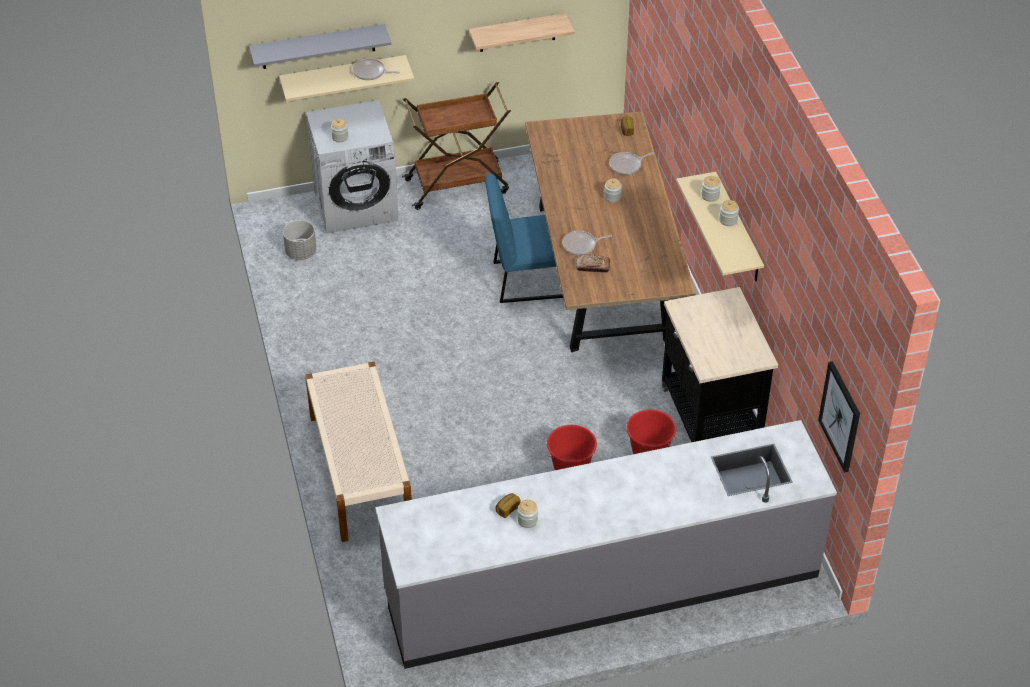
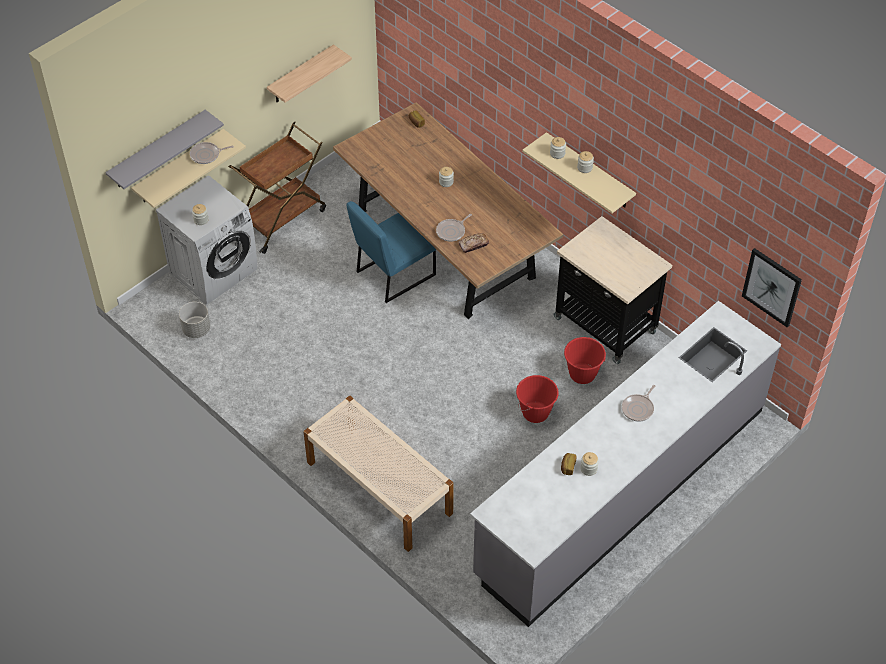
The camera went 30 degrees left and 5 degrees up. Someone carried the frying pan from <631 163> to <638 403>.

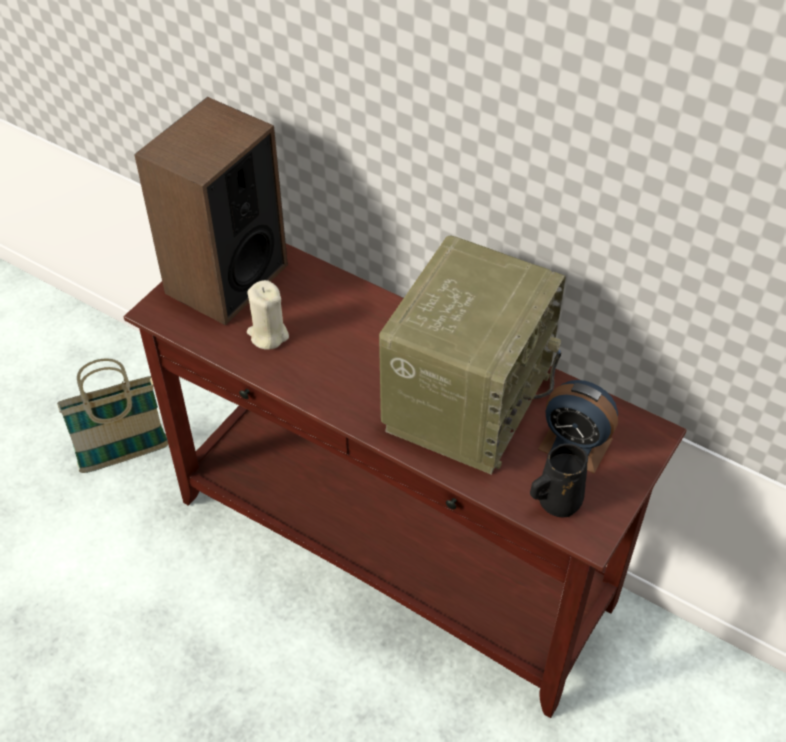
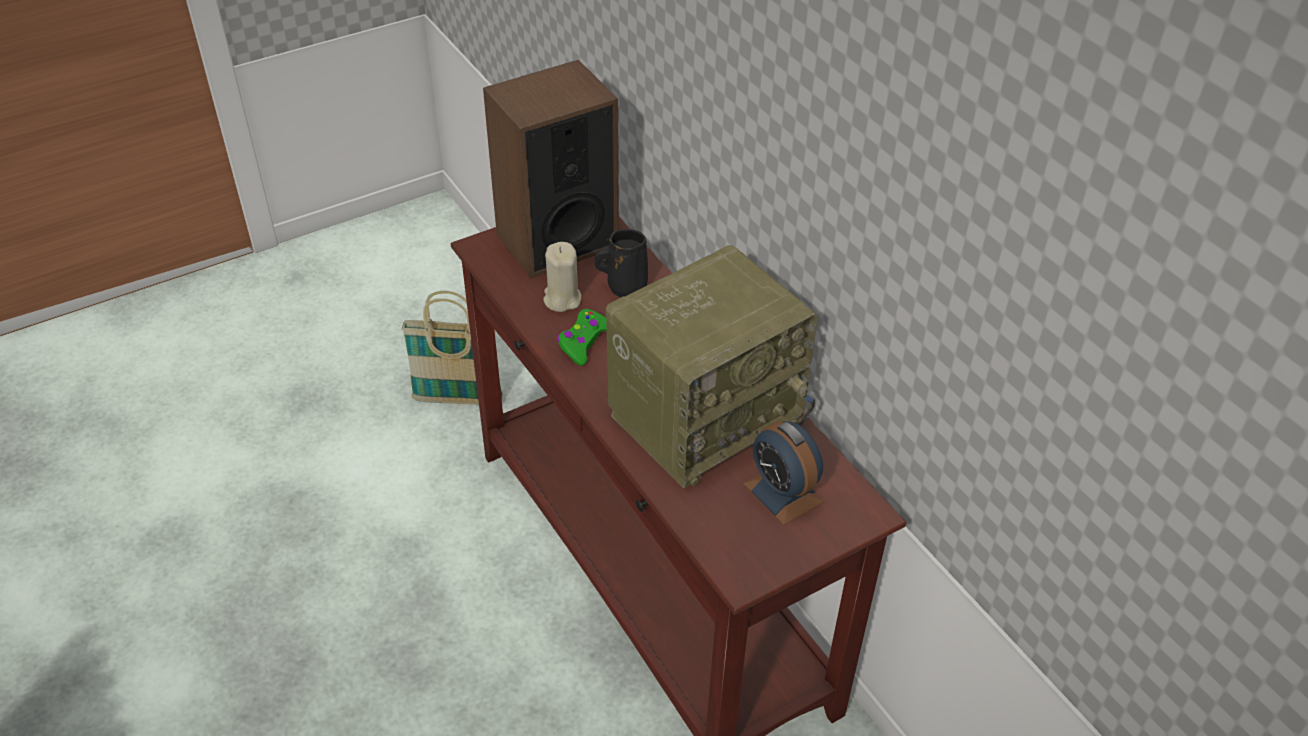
The camera went 25 degrees right and 5 degrees down. Someone put down the game controller (green) at <582 337>. Someone carried the mug (black) from <559 480> to <621 263>.

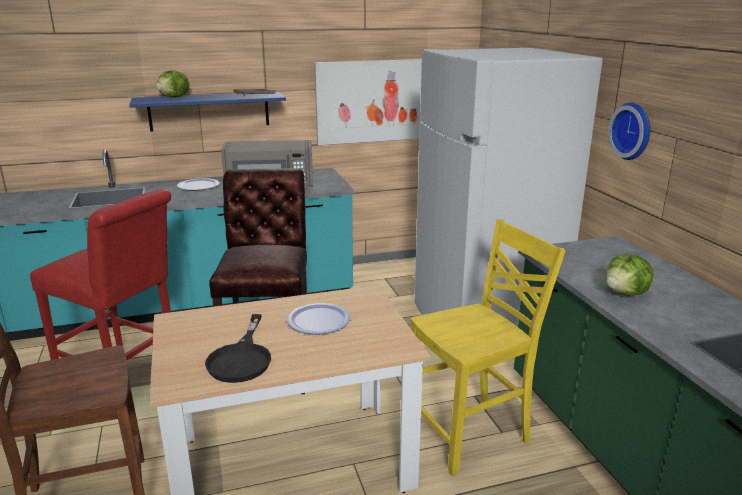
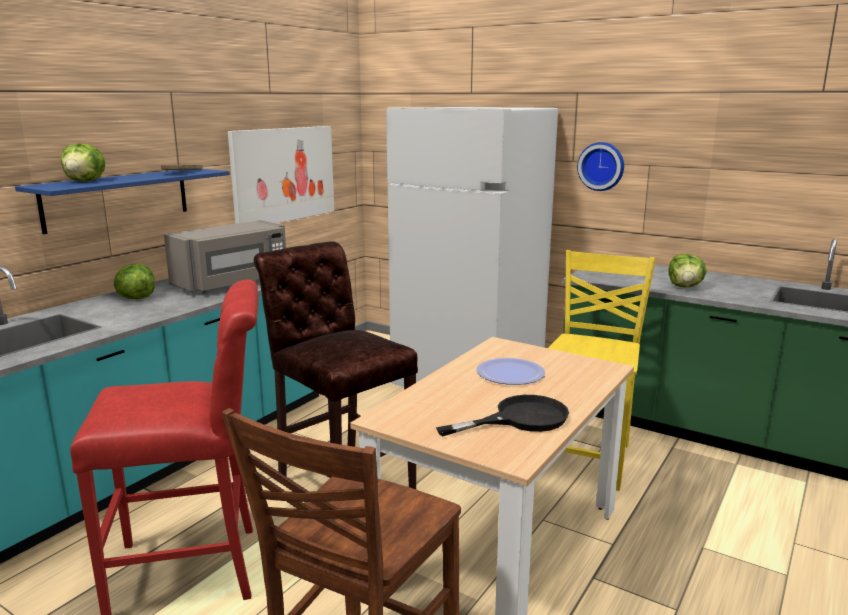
The camera went 40 degrees left and 5 degrees down. Someone swapped the plate at <198 184> for the lettuce at <134 281>. Someone rotated the frying pan (black) at <238 348> by 75 degrees counterclockwise.

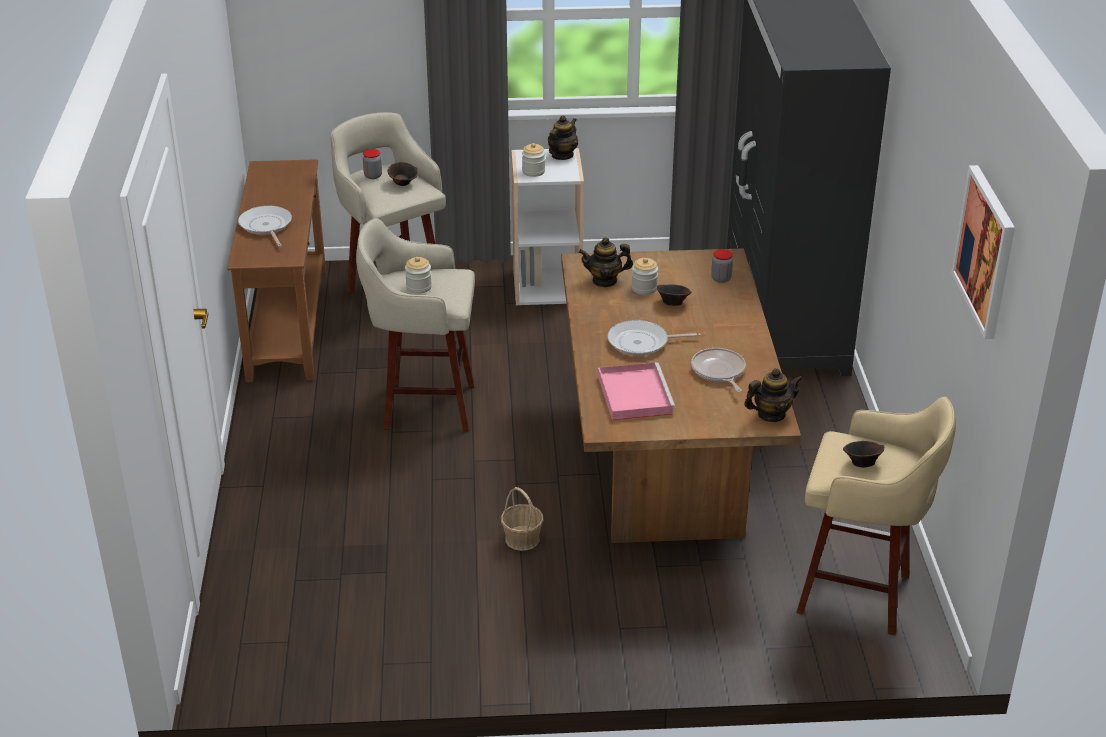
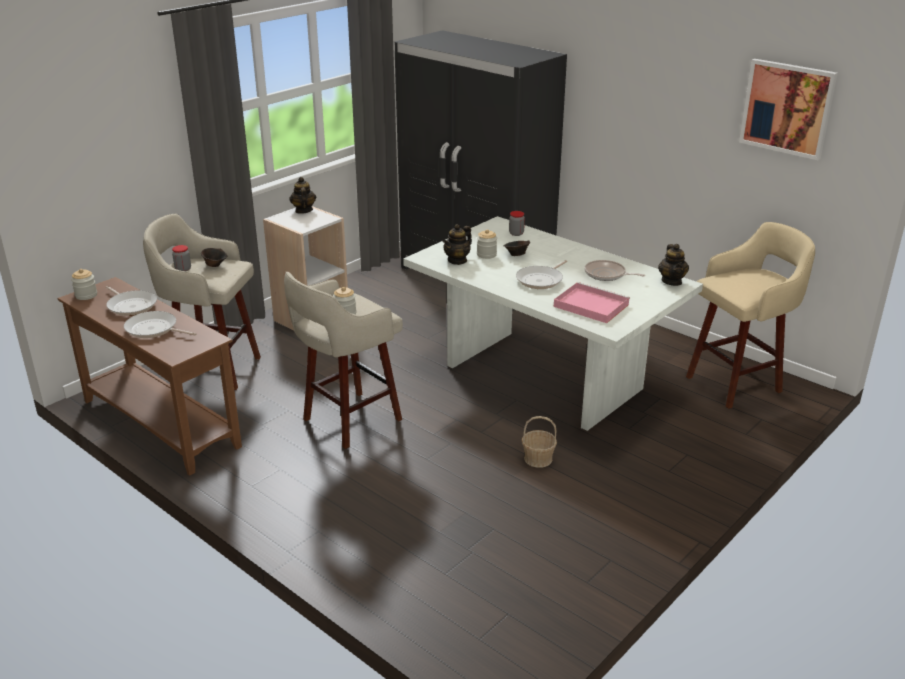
The camera went 45 degrees left and 5 degrees down. Someone carried the jar from <533 160> to <84 284>. Someone put down the frying pan at <131 301>. Someone repainted the dining table (brown) at <681 395>, which became the dining table (white) at <553 323>. Someone rotated the teapot at <773 395> by 150 degrees clockwise. Someone took away the bowl (brown) at <863 454>.

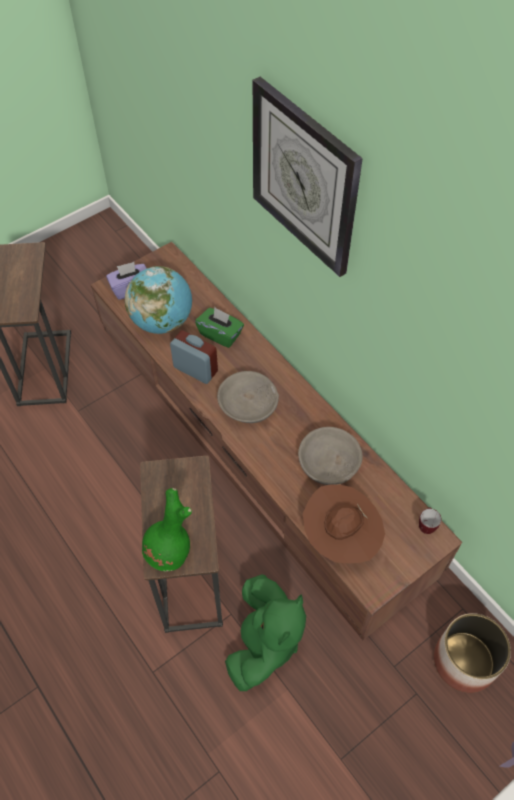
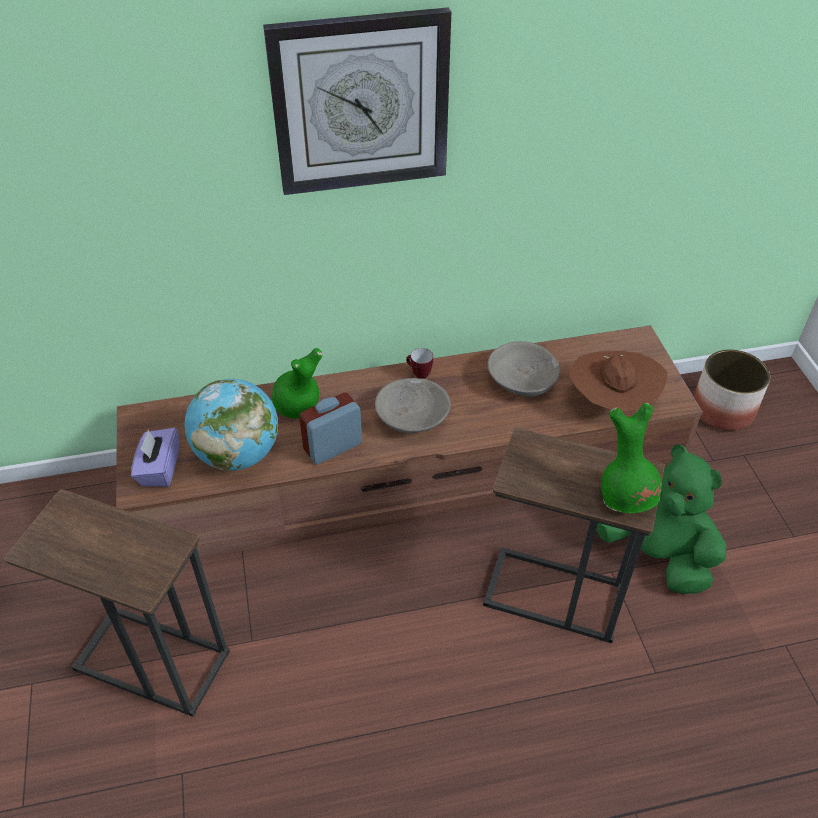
The camera went 65 degrees left and 10 degrees down. Someone swapped the tissue box (green) at <219 327> for the vase (green) at <297 383>. Someone carried the mug from <430 520> to <419 363>.

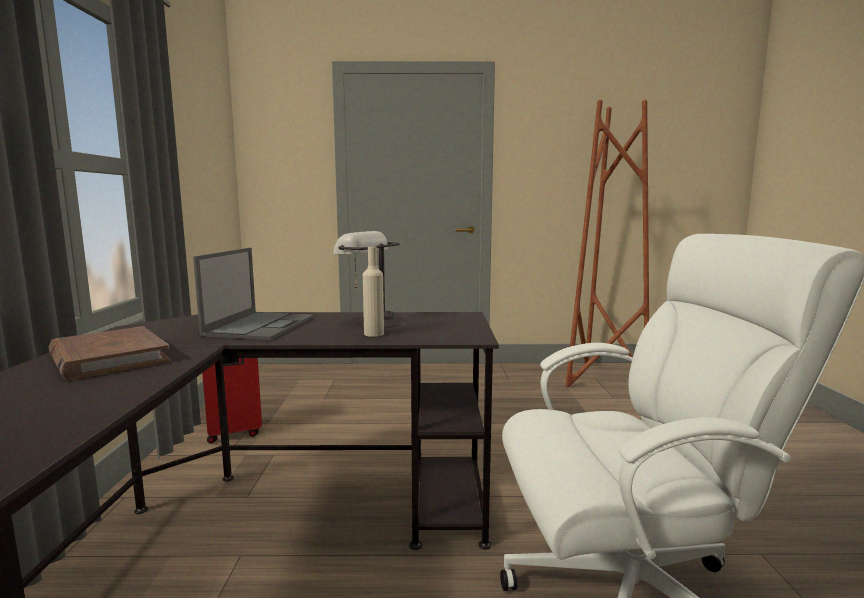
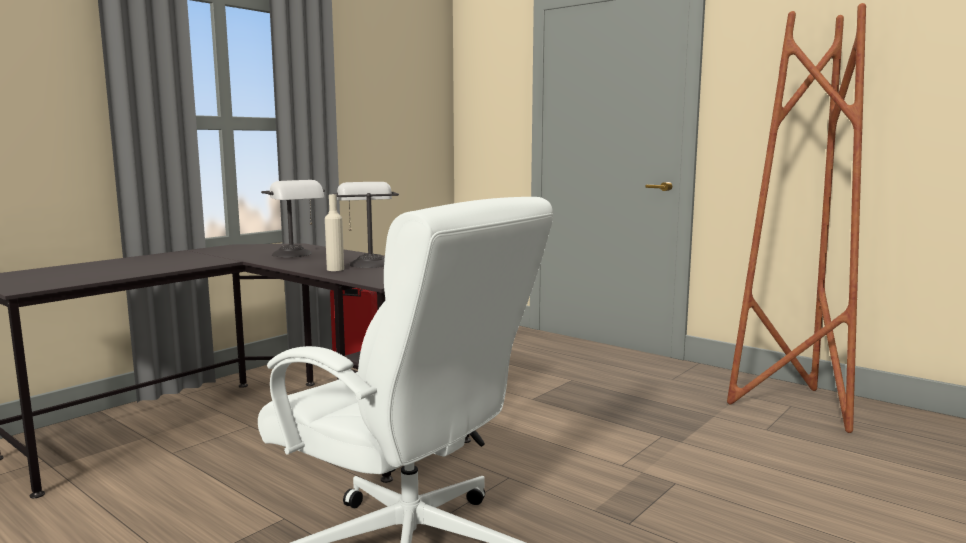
The camera went 40 degrees right and 0 degrees up. Someone swapped the laptop at <253 294> for the table lamp at <293 218>. Someone took away the book (brown) at <109 353>.

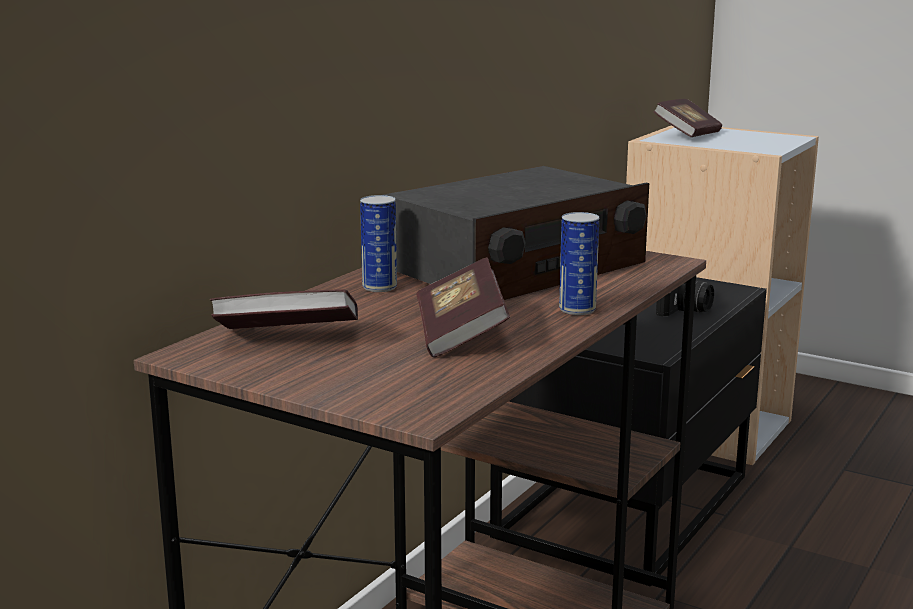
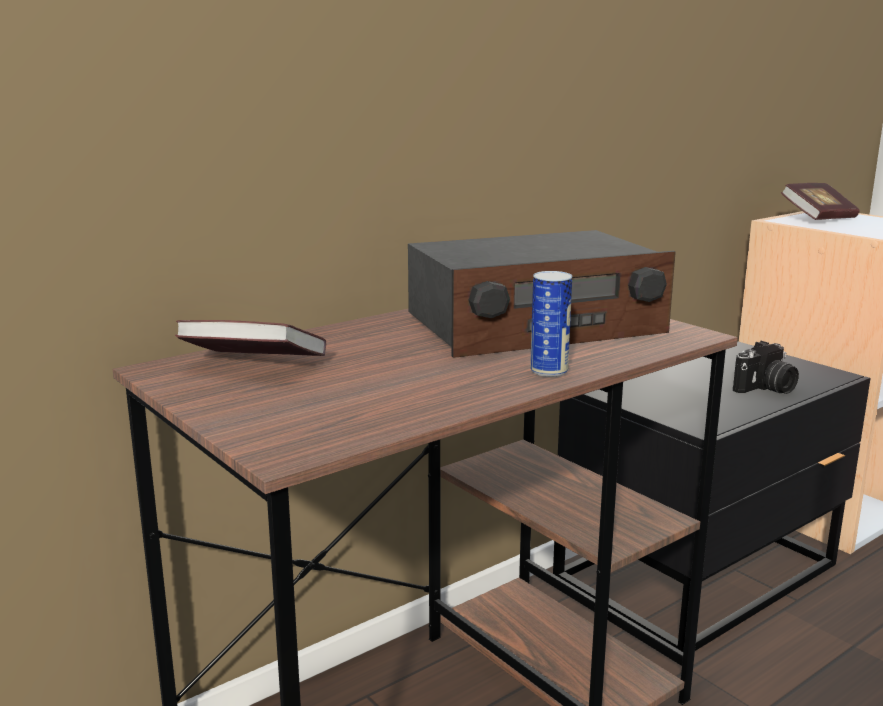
The camera went 20 degrees right and 0 degrees up. Someone took away the can at <378 243>. Someone took away the book at <463 307>.

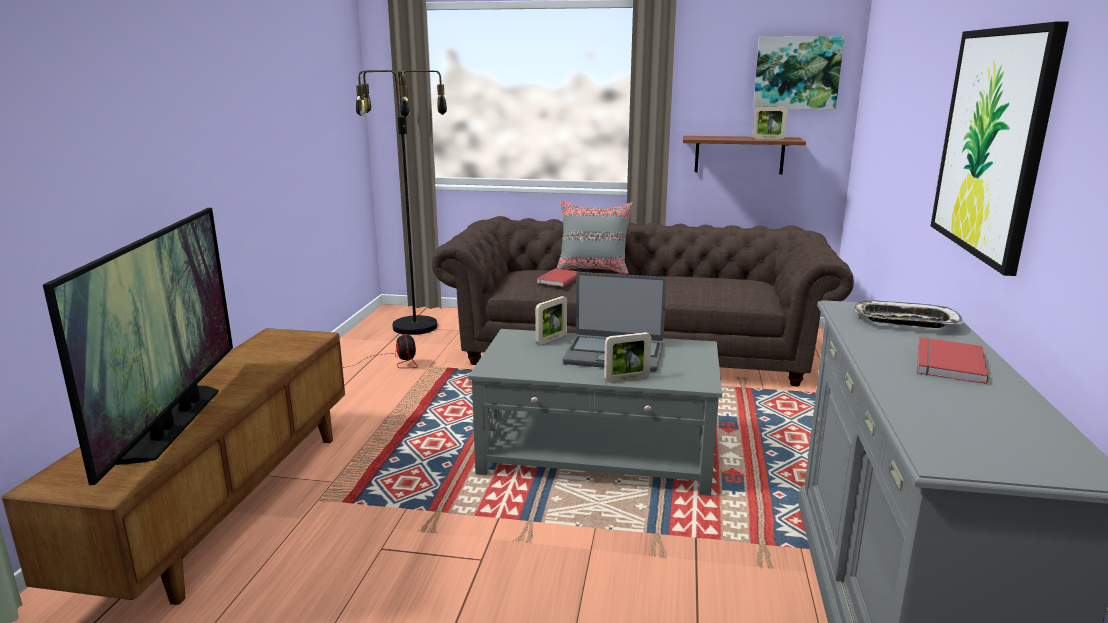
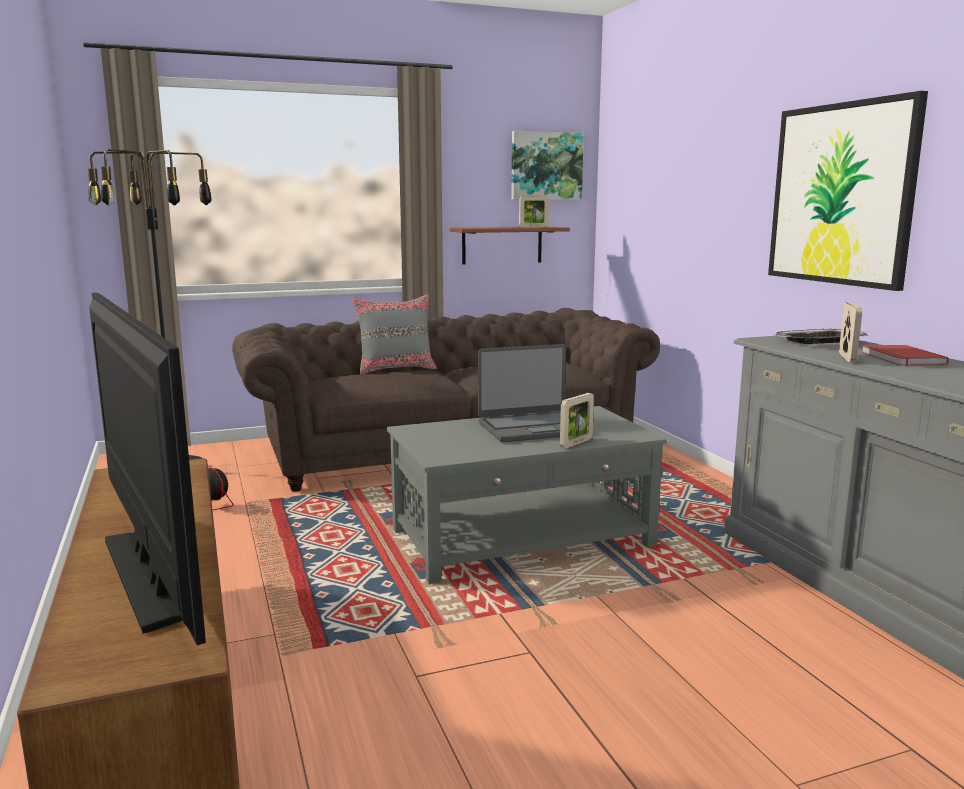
The camera went 30 degrees left and 5 degrees down. Someone carried the picture frame from <551 320> to <850 332>. Someone took away the book (red) at <558 278>.

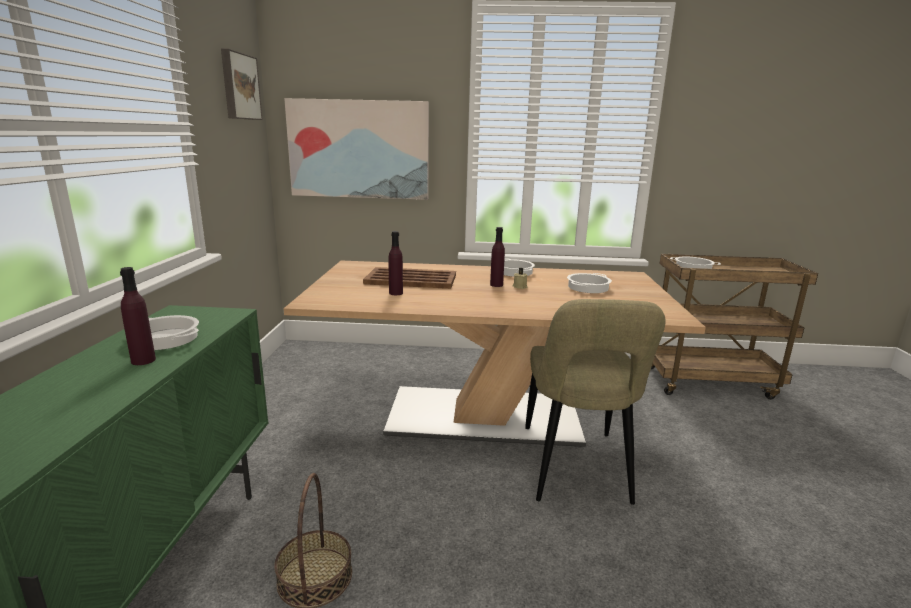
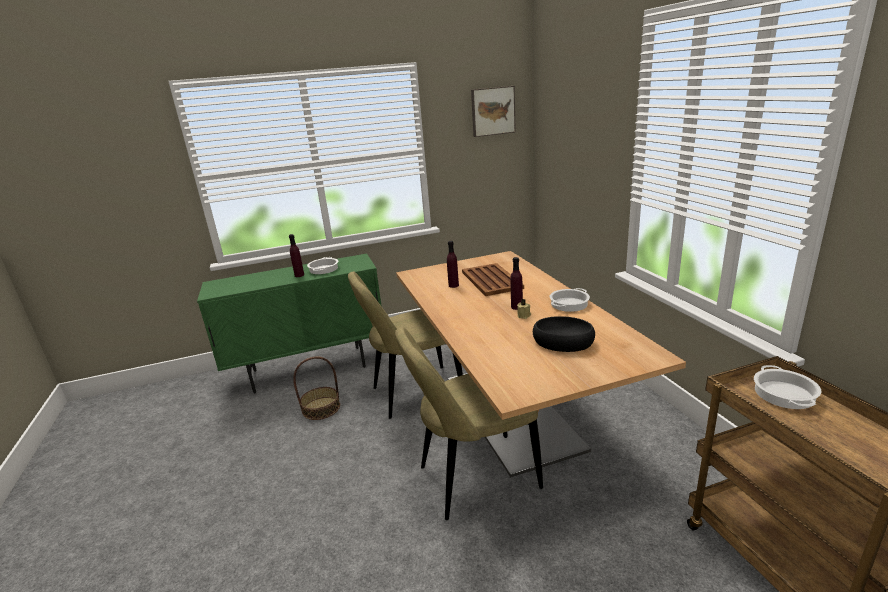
The camera went 70 degrees right and 5 degrees up. Someone put down the chair (beige) at <405 345>. Someone swapped the cooking pot at <589 283> for the bowl (black) at <564 334>. Someone took away the picture at <356 149>.

